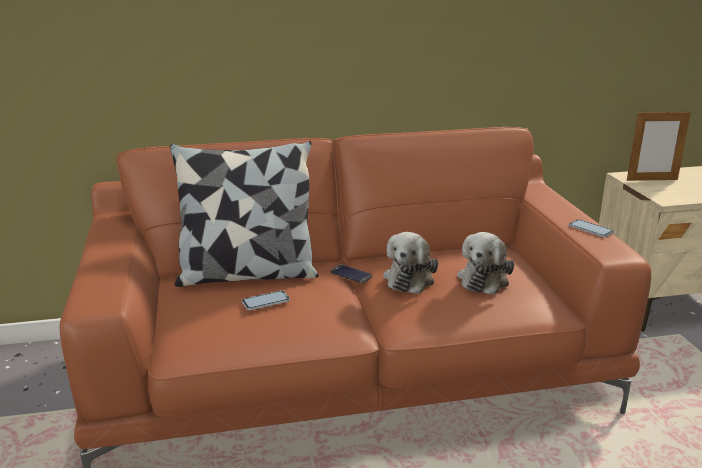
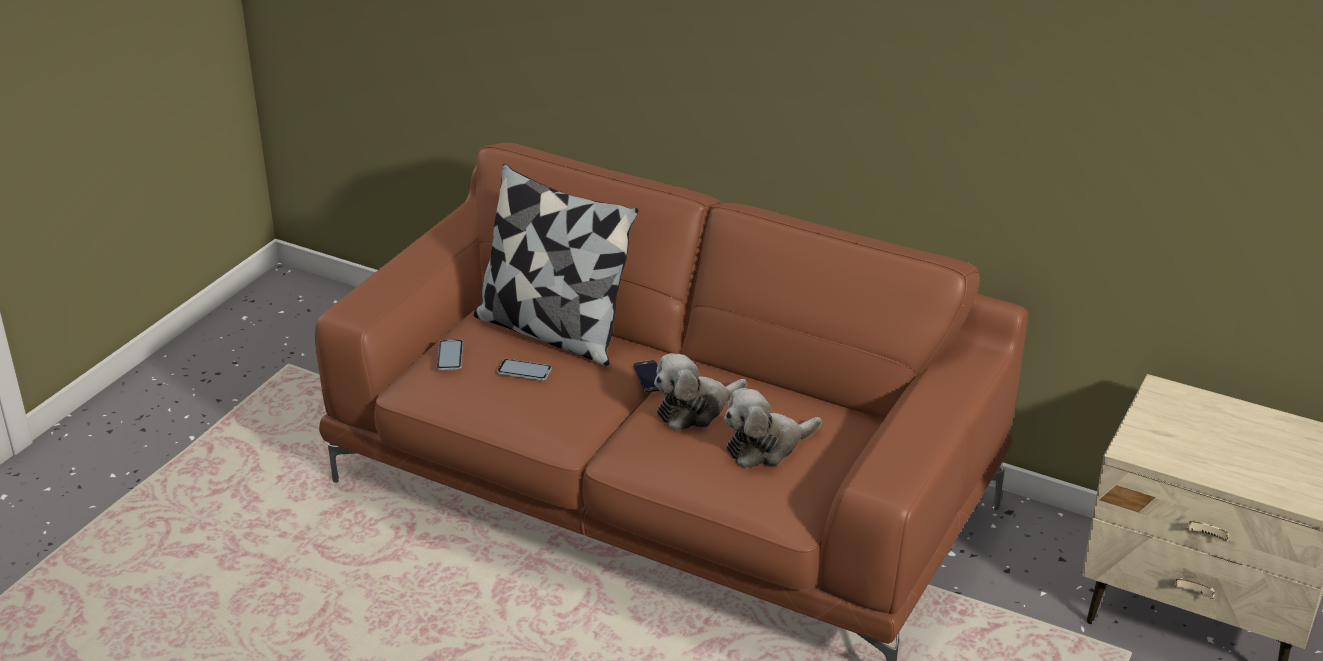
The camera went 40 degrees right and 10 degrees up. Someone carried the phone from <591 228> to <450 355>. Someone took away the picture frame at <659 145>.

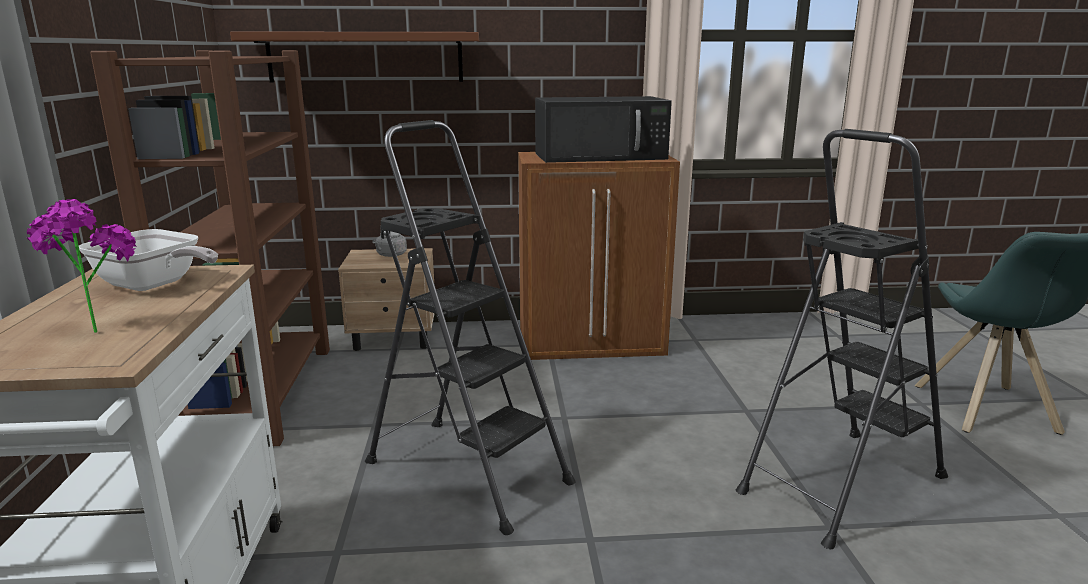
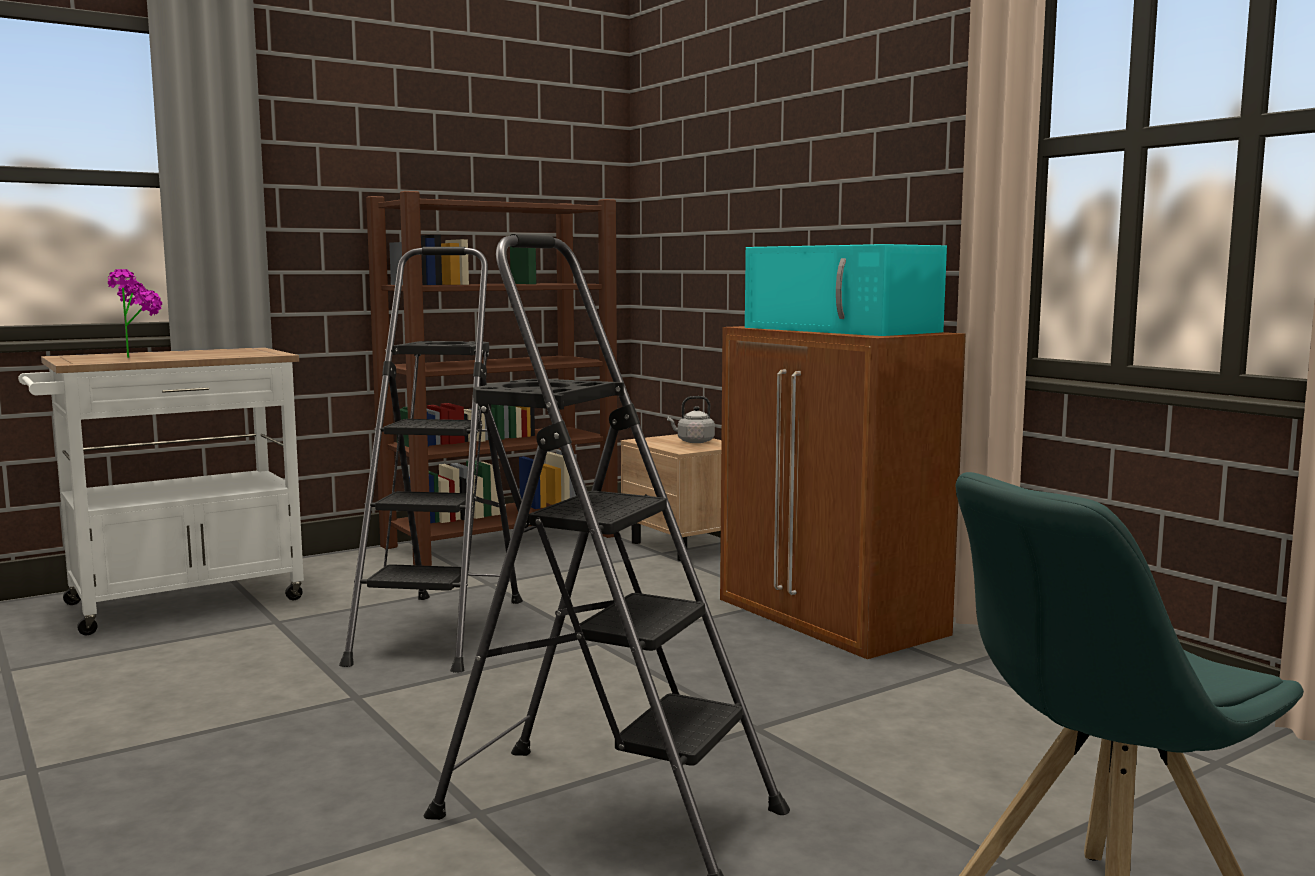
The camera went 60 degrees right and 10 degrees down. Someone repainted the microwave (black) at <603 129>, which became the microwave (turquoise) at <846 290>. Someone took away the frying pan at <148 260>. Someone took away the shelf (brown) at <354 56>.

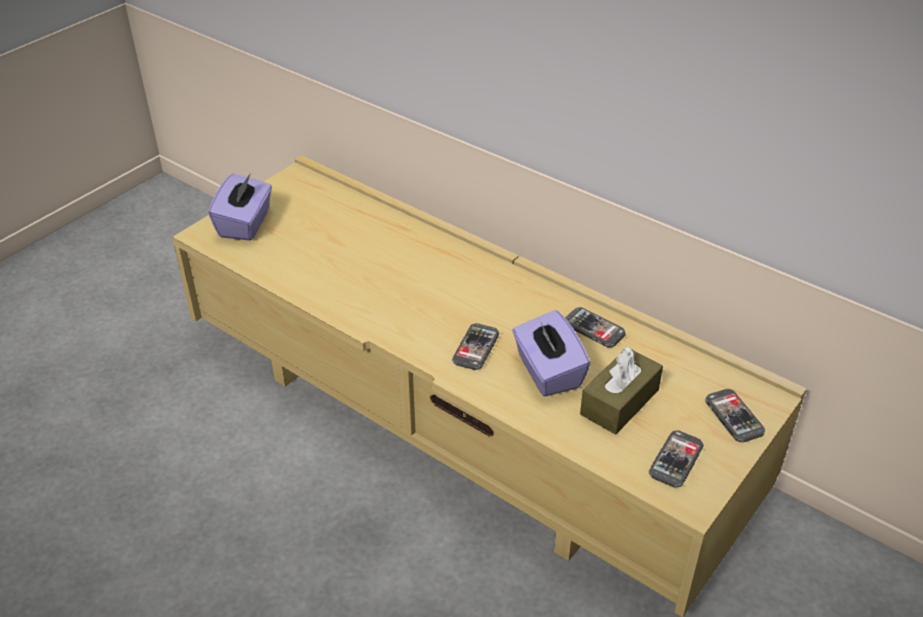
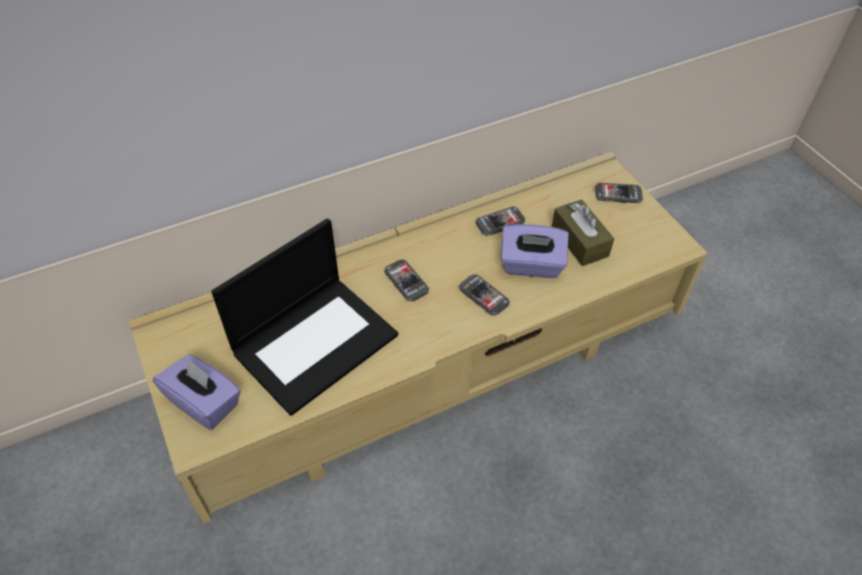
The camera went 65 degrees left and 10 degrees up. Someone put down the laptop at <304 317>. Someone carried the phone from <676 458> to <406 280>.

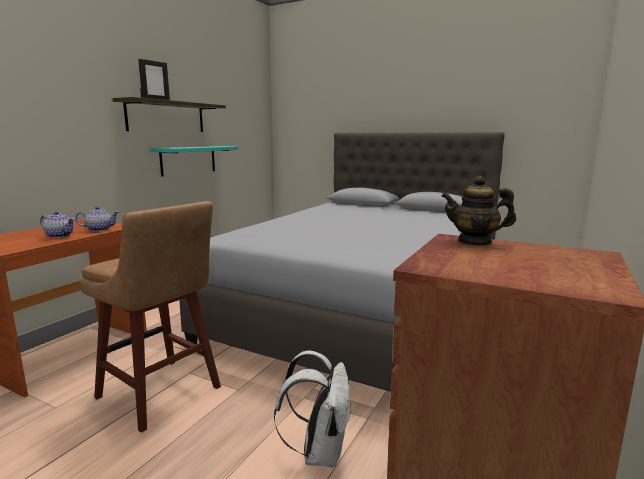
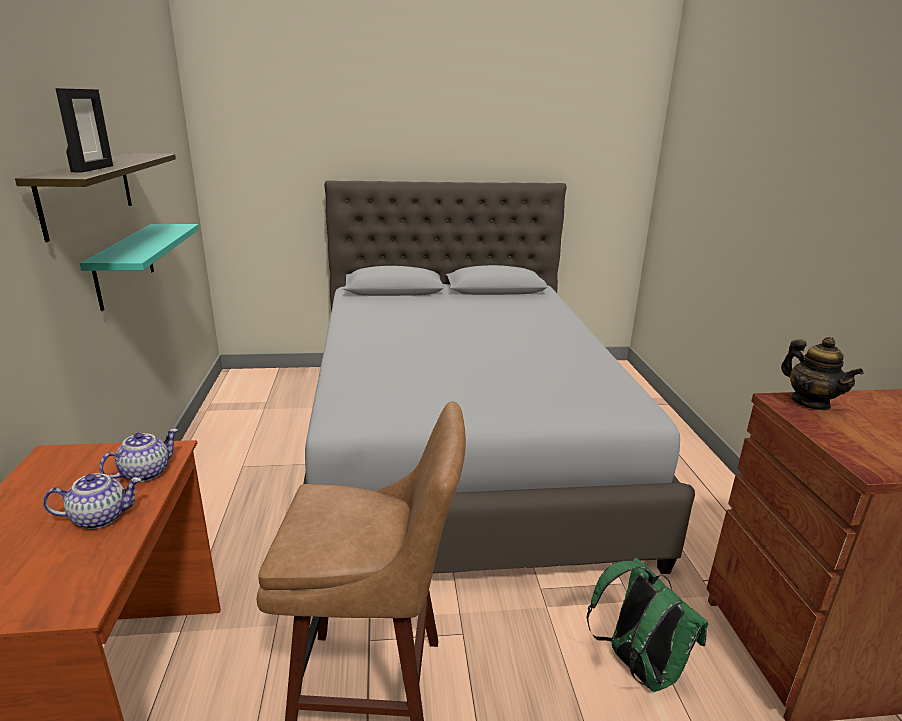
The camera went 35 degrees left and 10 degrees up. Someone repainted the backpack (white) at <313 409>, which became the backpack (green) at <647 624>. Someone rotated the teapot at <478 211> by 90 degrees counterclockwise.

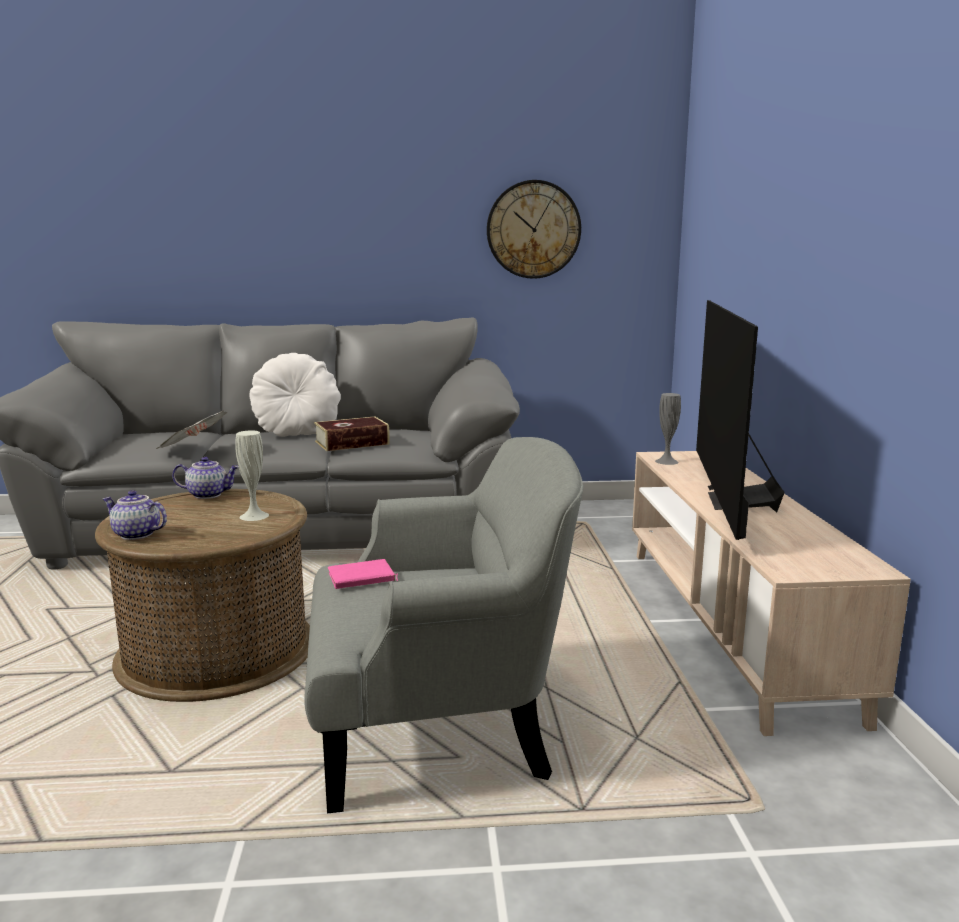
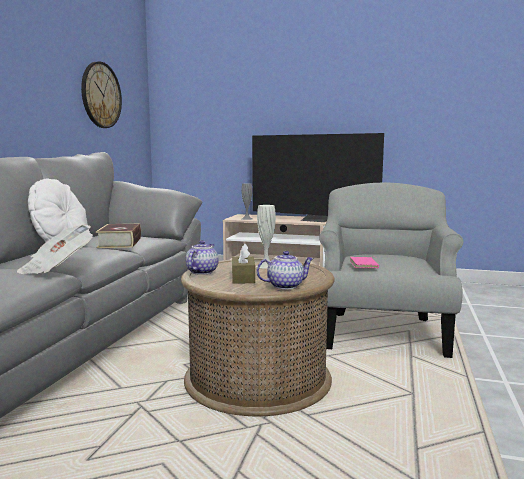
The camera went 70 degrees left and 5 degrees down. Someone put down the tissue box (brown) at <243 264>. Someone rotated the teapot at <135 515> by 150 degrees counterclockwise.

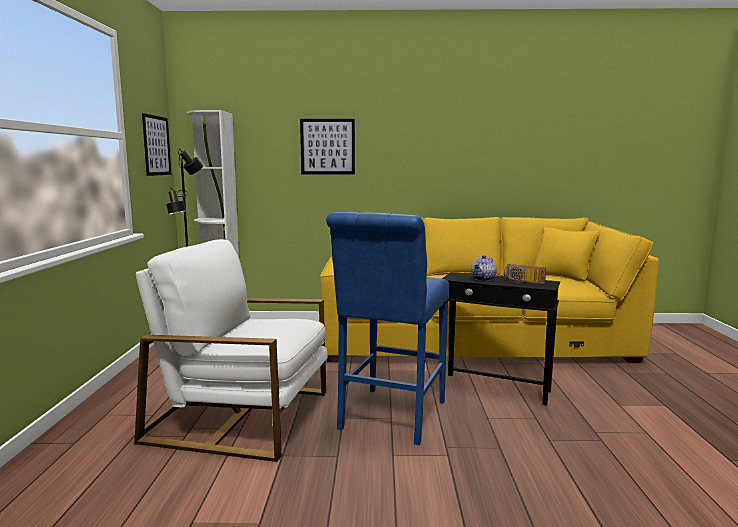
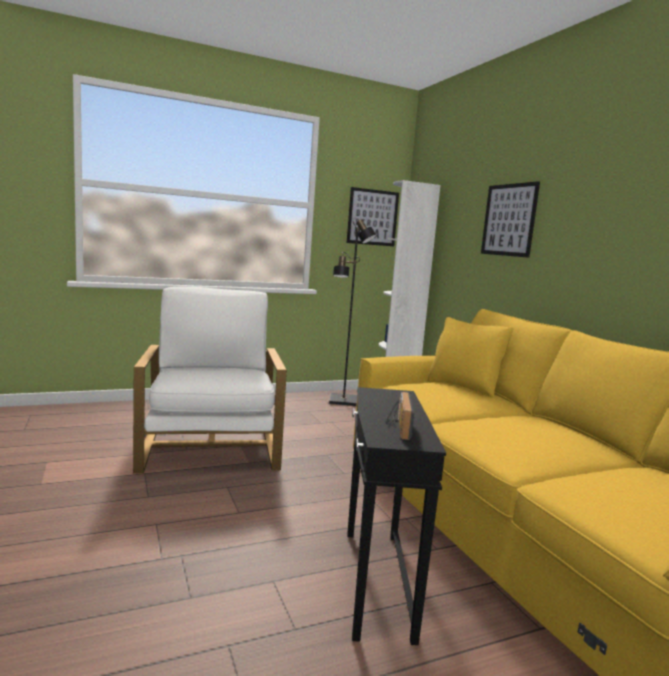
The camera went 65 degrees right and 0 degrees up. Someone took away the stool (blue) at <387 328>. Someone took away the teapot at <484 268>.

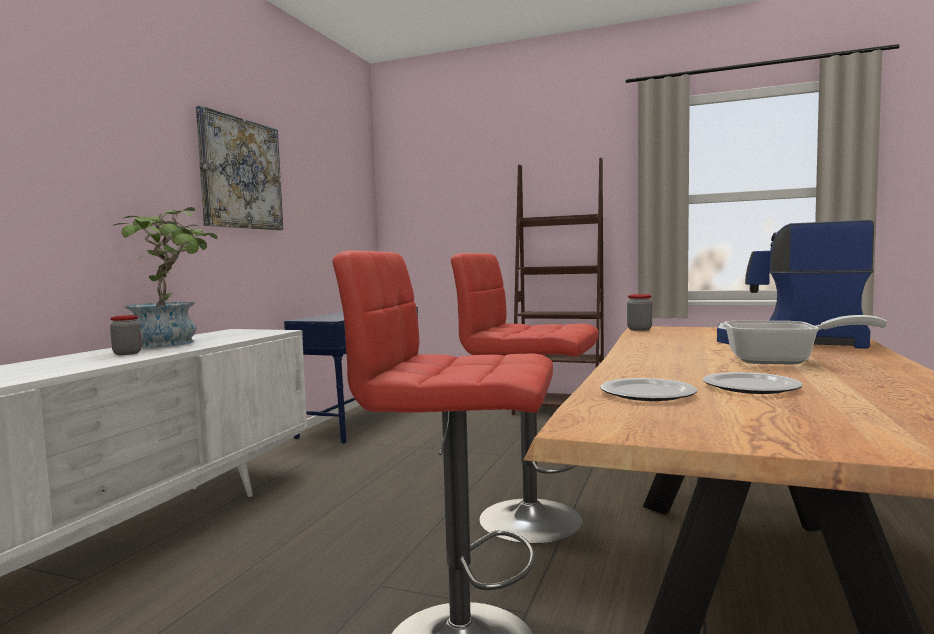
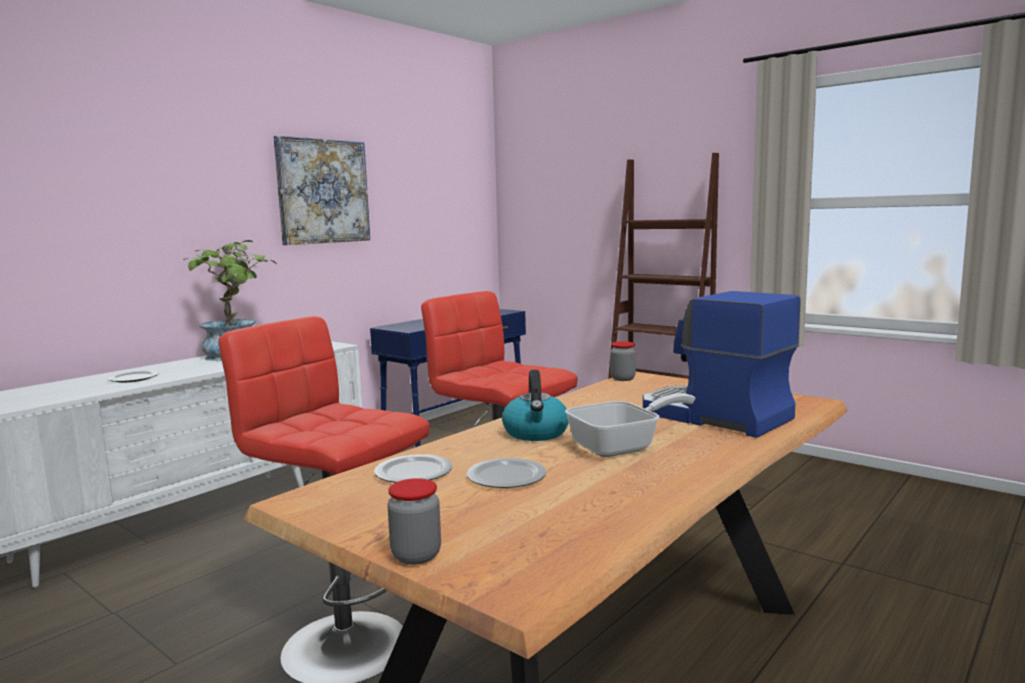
The camera went 20 degrees right and 5 degrees up. Someone put down the plate at <133 376>. Someone carried the jar from <126 335> to <414 521>. Someone put down the kettle at <535 405>. Someone rotated the frying pan at <805 340> by 60 degrees counterclockwise.

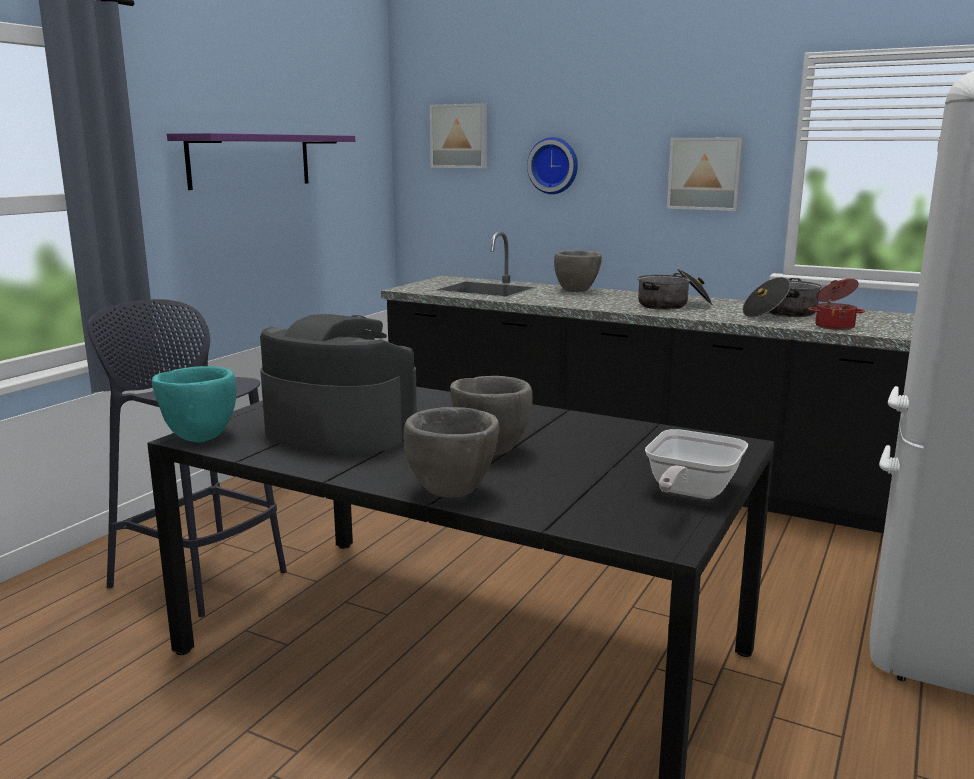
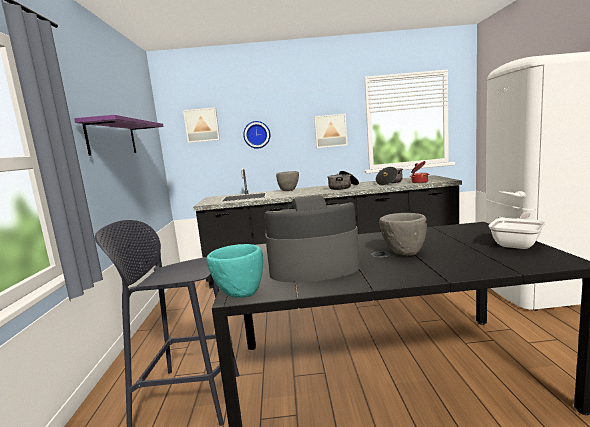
The camera went 30 degrees left and 5 degrees down. Someone rotated the frying pan at <696 464> by 135 degrees counterclockwise. Someone took away the bowl (grey) at <451 452>.

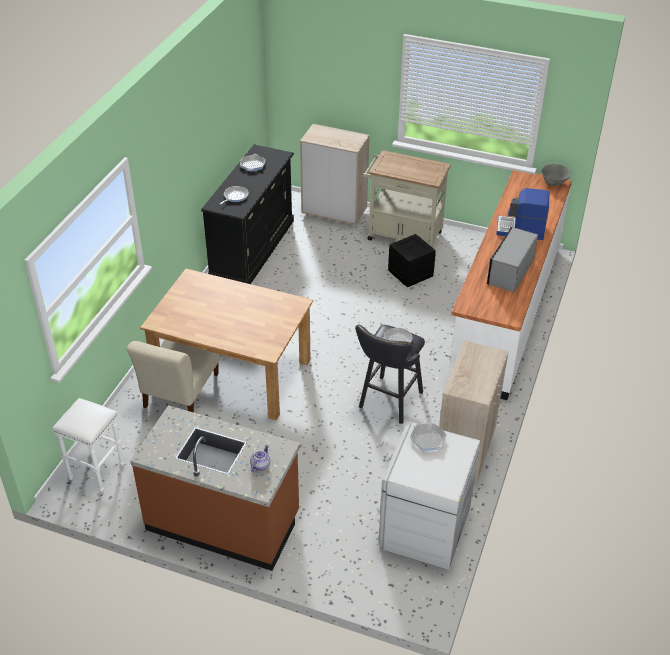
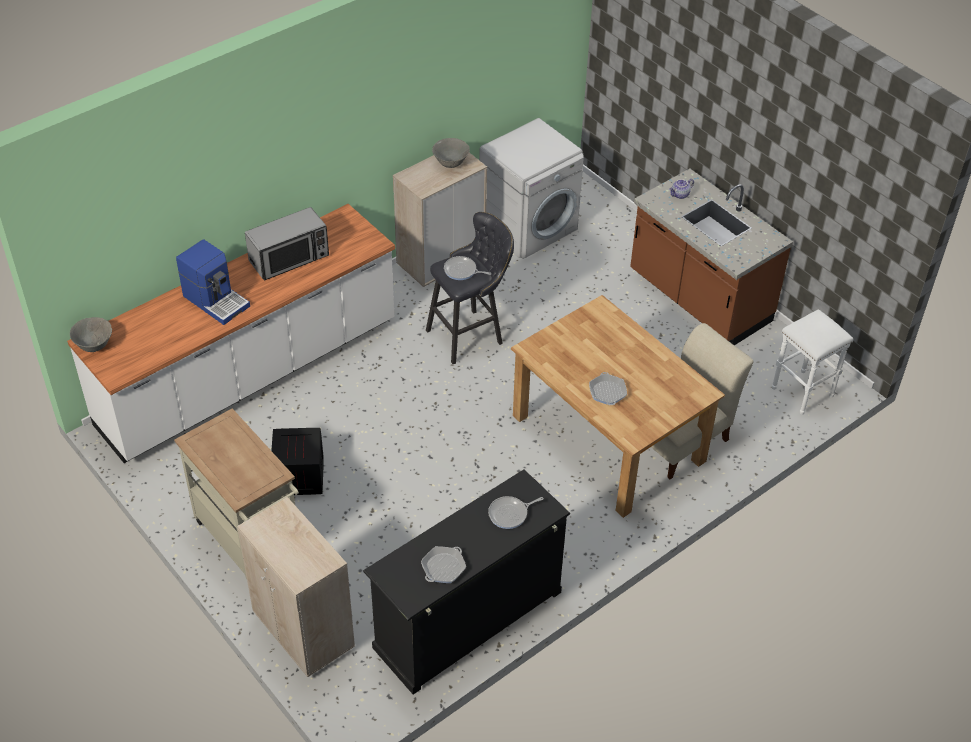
The camera went 150 degrees left and 5 degrees up. Someone put down the bowl (grey) at <451 153>. Someone carried the frying pan from <428 437> to <608 388>.

